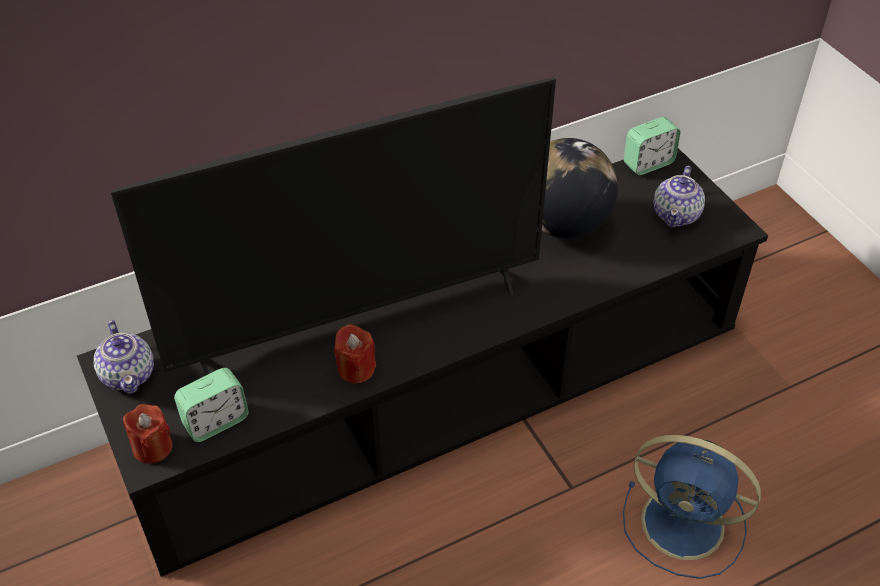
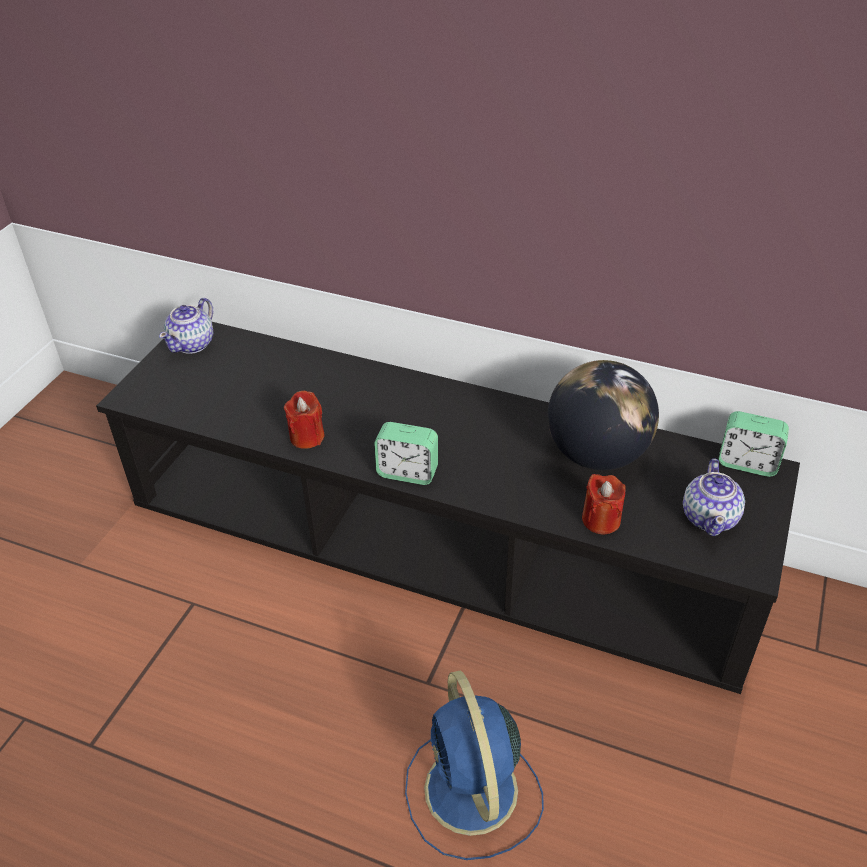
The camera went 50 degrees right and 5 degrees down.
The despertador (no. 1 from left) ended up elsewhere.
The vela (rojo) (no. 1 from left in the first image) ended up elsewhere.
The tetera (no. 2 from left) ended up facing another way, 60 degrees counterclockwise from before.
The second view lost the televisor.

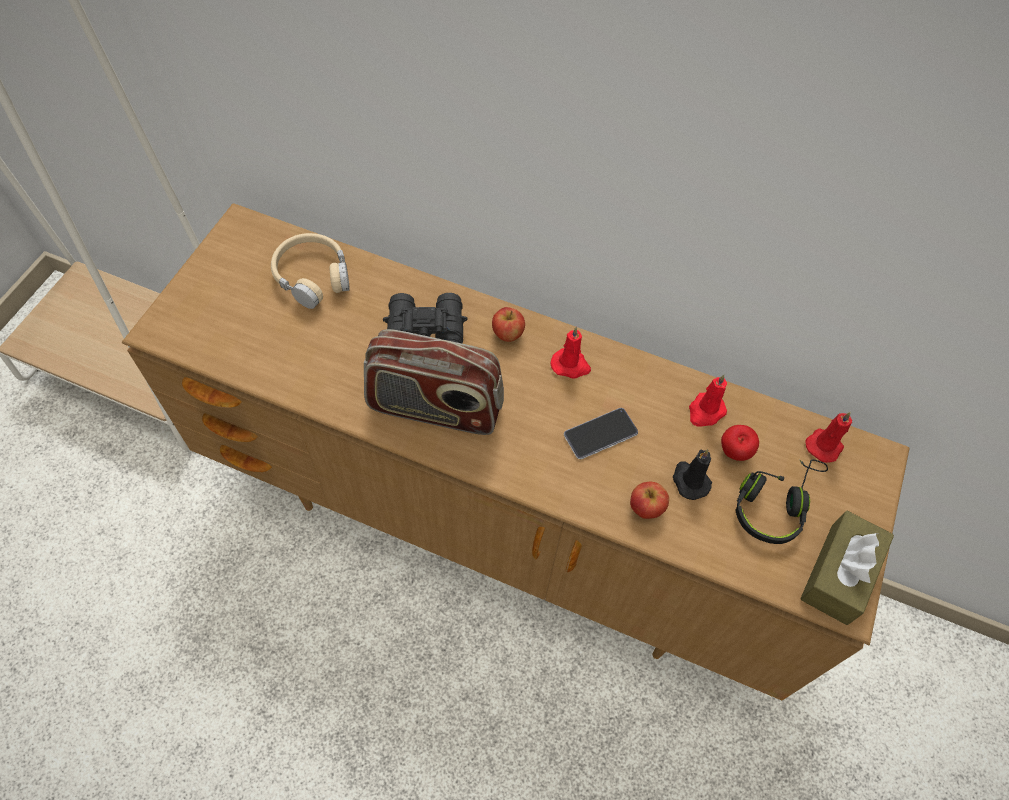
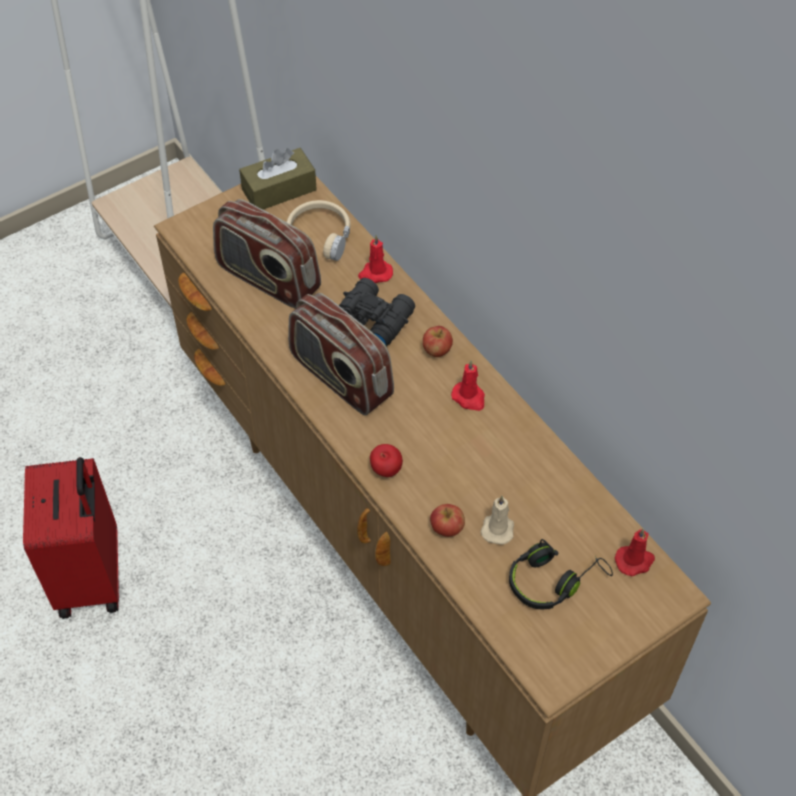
The camera went 35 degrees right and 5 degrees down.
The second view gained the maleta (rojo).
The second view gained the radio (no. 1 from left).
The caja de pañuelos (marrón) ended up elsewhere.
The vela (rojo) (no. 2 from left in the first image) ended up elsewhere.
The manzana (no. 3 from left in the first image) ended up elsewhere.
What was the vela (negro) turned into the vela (beis).
The second view lost the móvil.

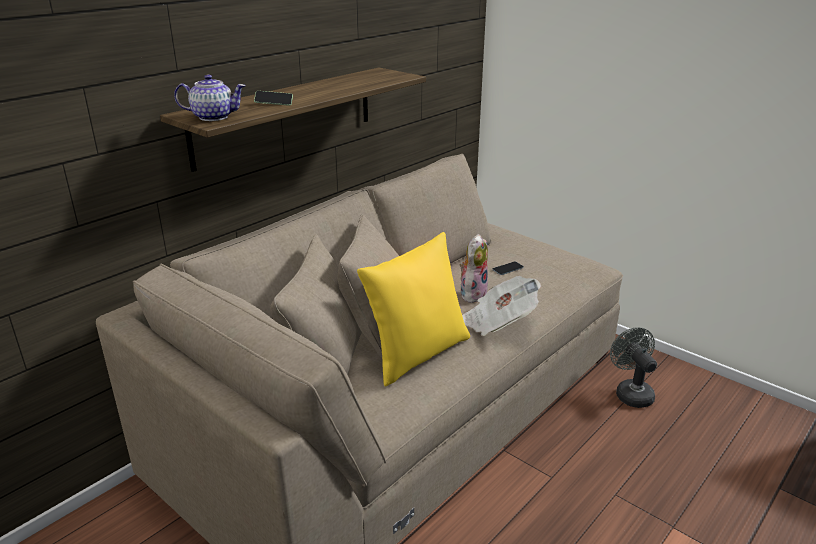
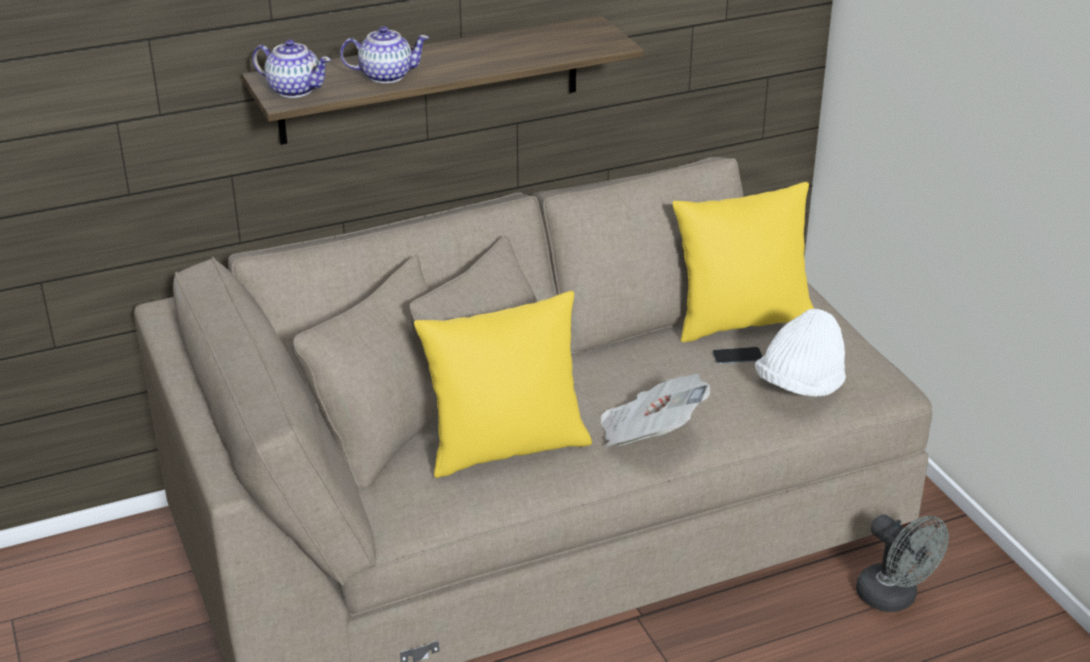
The camera went 25 degrees right and 5 degrees up.
Where the móvil (no. 1 from left) stood, the tetera (no. 2 from left) came to stand.
The second view gained the cojín (amarillo) (no. 2 from left).
The second view gained the sombrero (blanco).
The ventilador (gris) ended up facing another way, 135 degrees clockwise from before.
The second view lost the peluche.

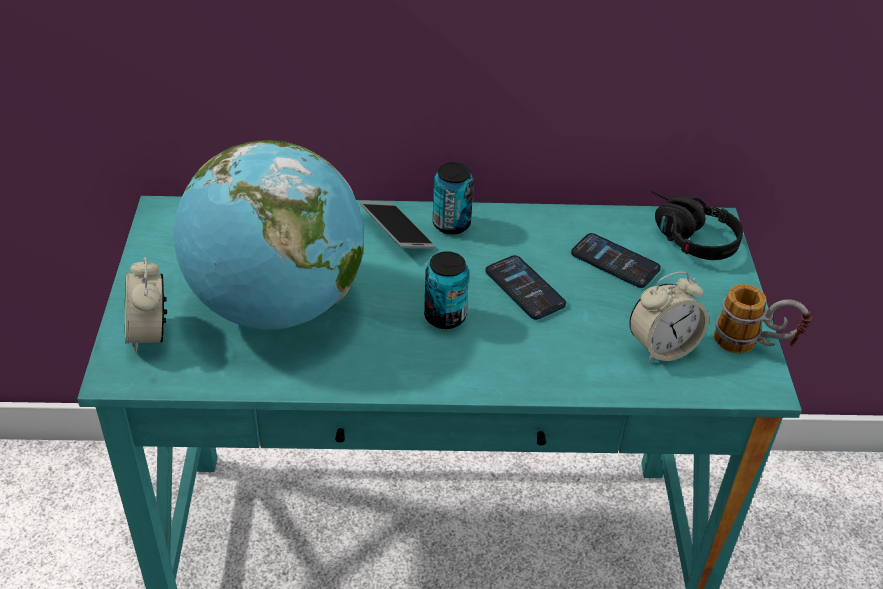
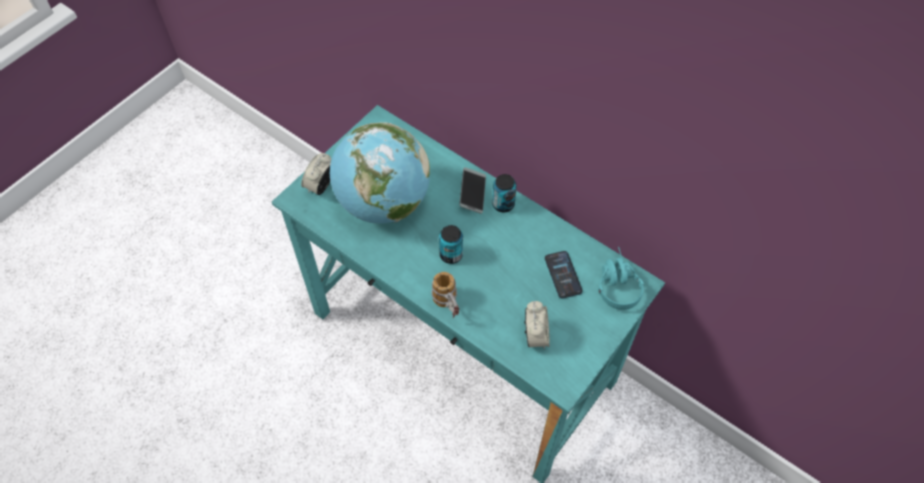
The camera went 40 degrees right and 15 degrees up.
The taza grande ended up elsewhere.
The despertador (no. 2 from left) ended up facing another way, 105 degrees counterclockwise from before.
What was the auriculares (negro) turned into the auriculares (turquesa).
The second view lost the móvil (no. 2 from left).

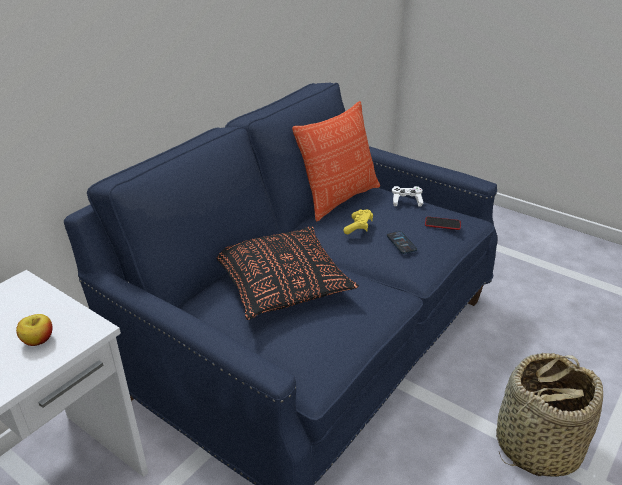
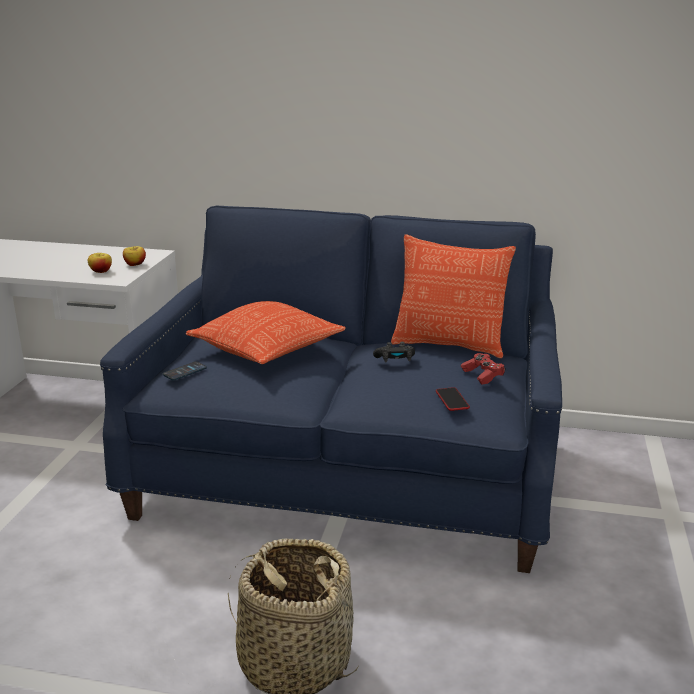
The camera went 65 degrees right and 10 degrees down.
The second view gained the manzana (no. 2 from left).
The móvil (no. 1 from left) ended up elsewhere.
What was the cojín (negro) turned into the cojín (naranja) (no. 1 from left).
What was the mando de consola (amarillo) turned into the mando de consola (negro).
What was the mando de consola (blanco) turned into the mando de consola (rojo).

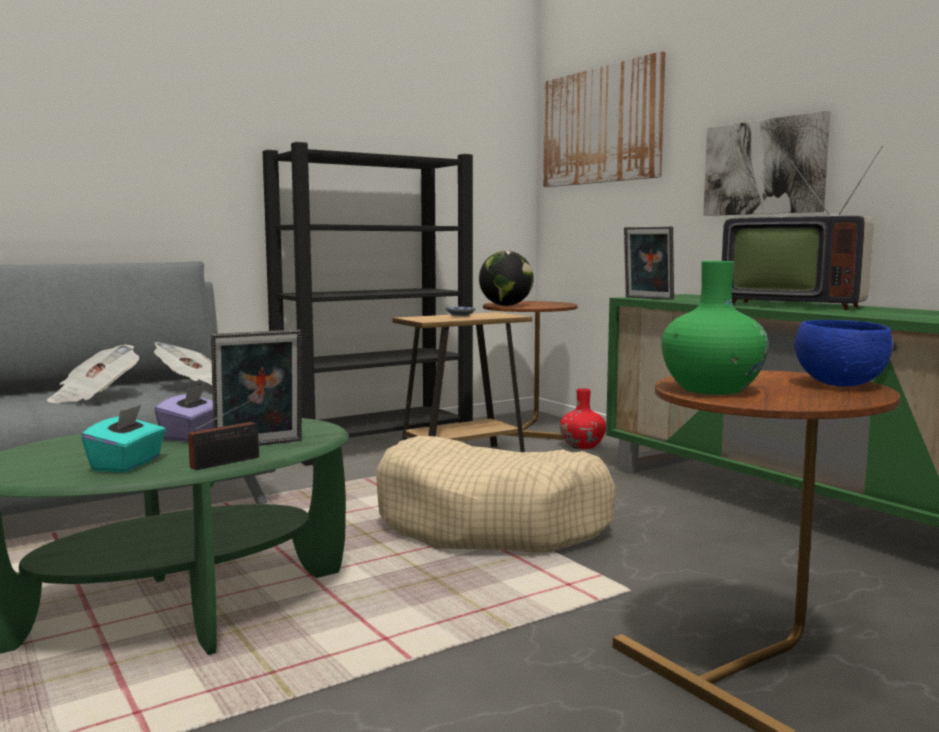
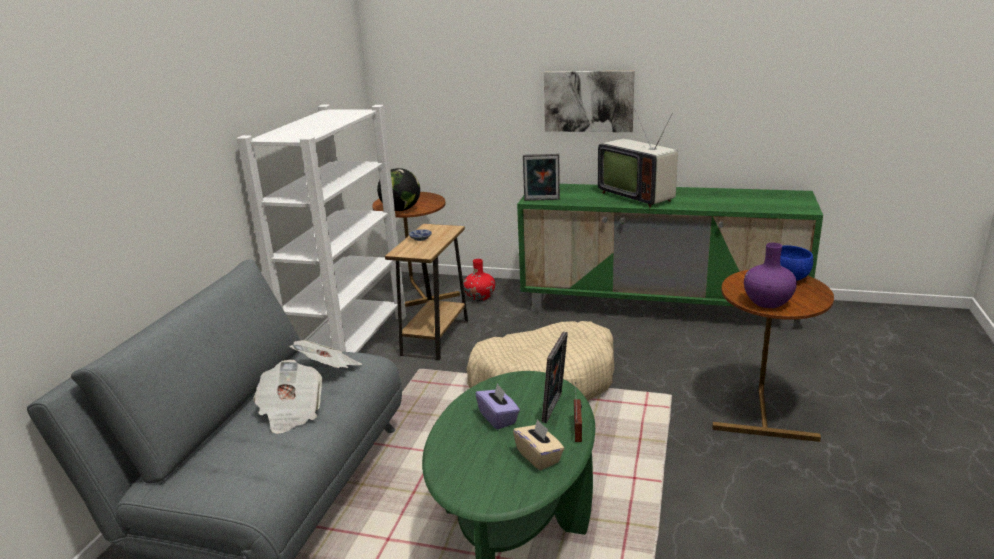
The camera went 40 degrees left and 15 degrees up.
What was the estantería (negro) turned into the estantería (blanco).
What was the caja de pañuelos (turquesa) turned into the caja de pañuelos (beis).
The televisor ended up facing another way, 60 degrees clockwise from before.
What was the florero (verde) turned into the florero (morado).
The second view lost the cuadro (no. 1 from left).

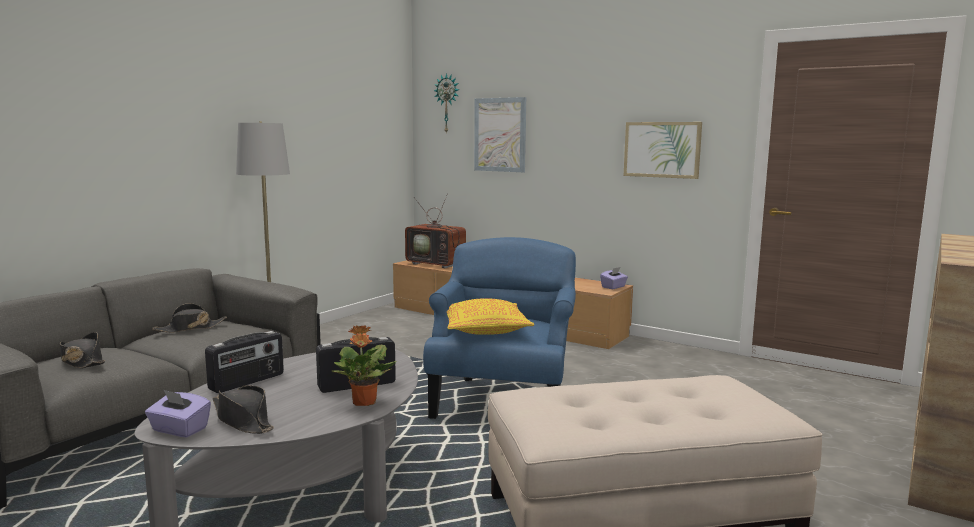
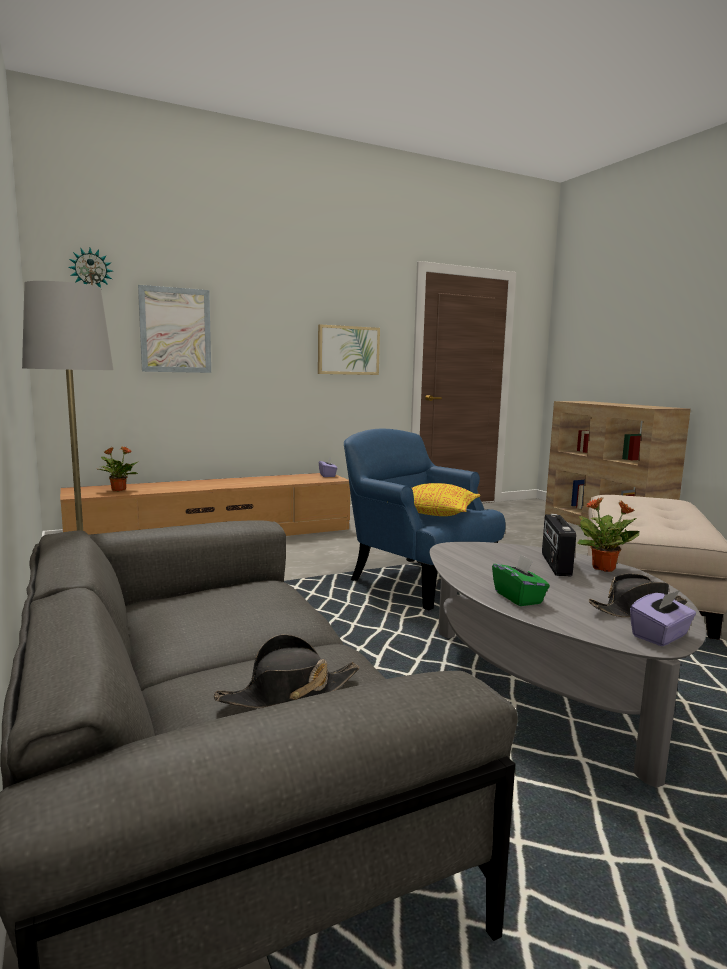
The camera went 60 degrees left and 0 degrees up.
Where the televisor stood, the planta en maceta (no. 1 from left) came to stand.
Where the radio (no. 1 from left) stood, the caja de pañuelos (verde) came to stand.
The second view lost the sombrero (negro) (no. 2 from left).

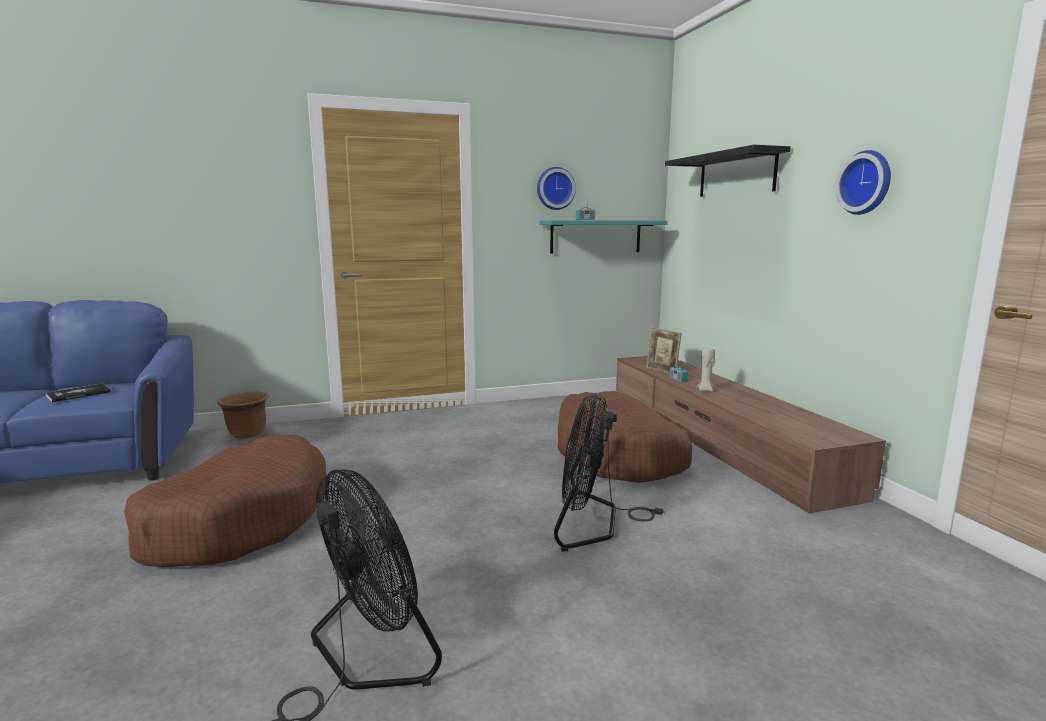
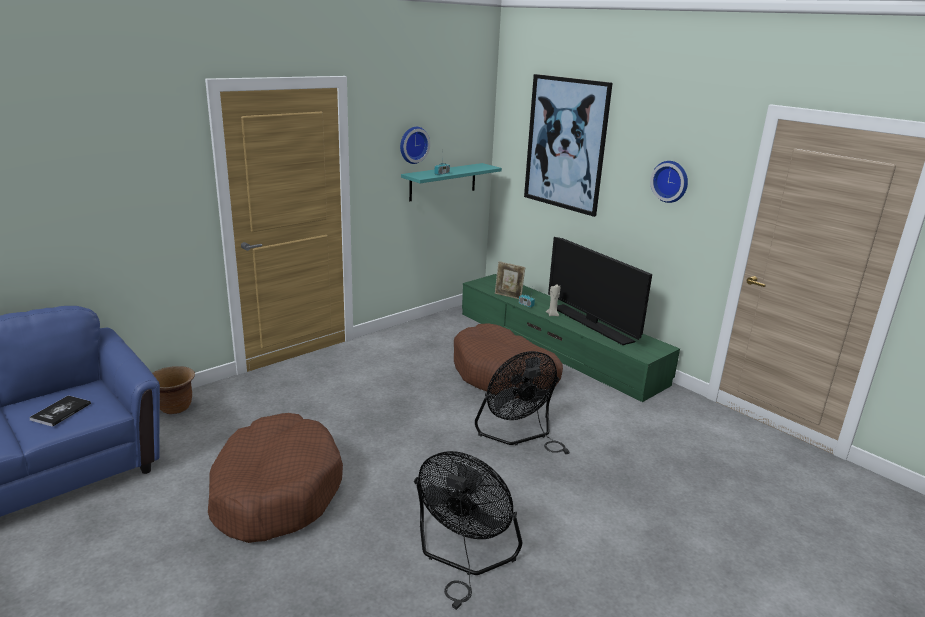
The camera went 25 degrees left and 10 degrees up.
What was the mueble de televisión (marrón) turned into the mueble de televisión (verde).
The ventilador (negro) (no. 2 from left) ended up facing another way, 75 degrees clockwise from before.
Where the estante (negro) hung, the cuadro came to hang.
The second view gained the televisor.

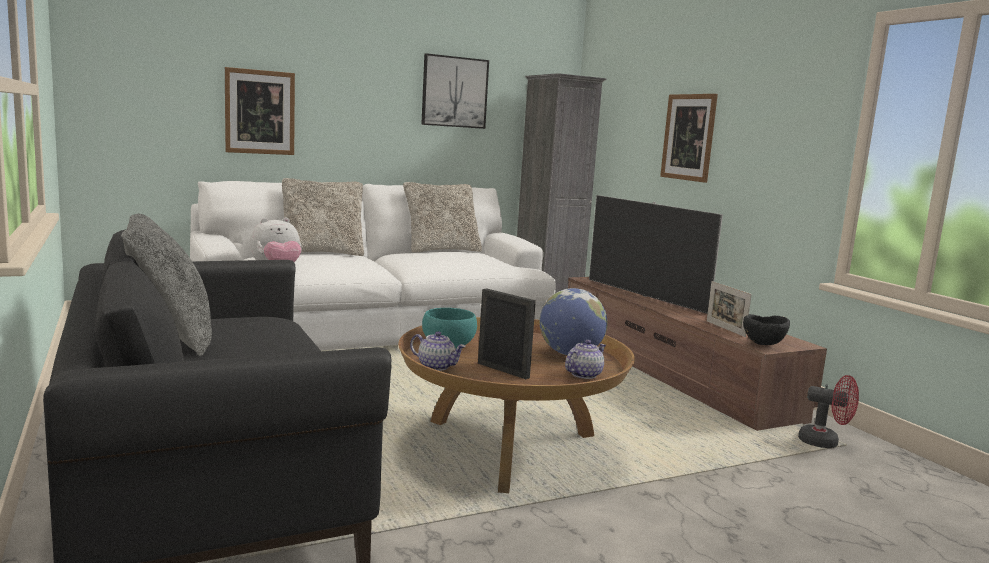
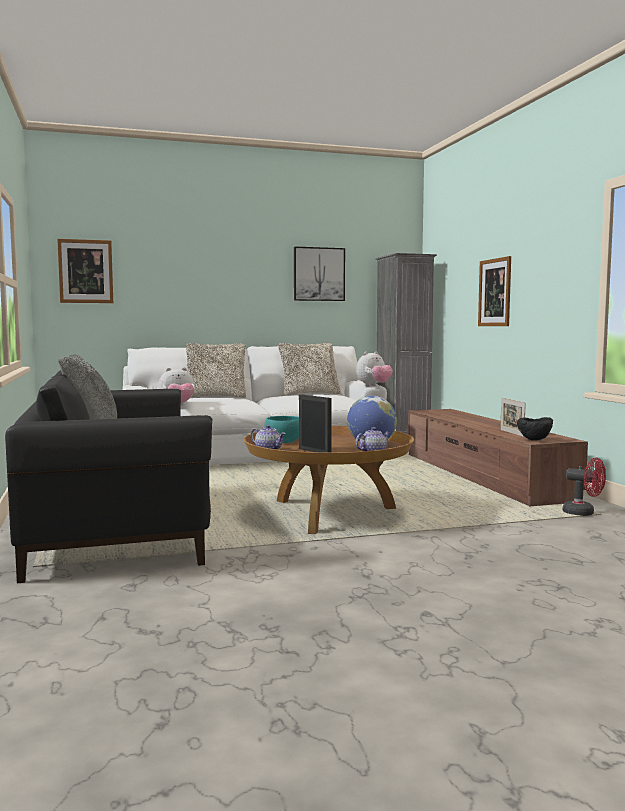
The camera went 10 degrees right and 5 degrees down.
The cuadro (no. 1 from left) ended up elsewhere.
The second view gained the peluche (no. 2 from left).
The second view lost the televisor.

